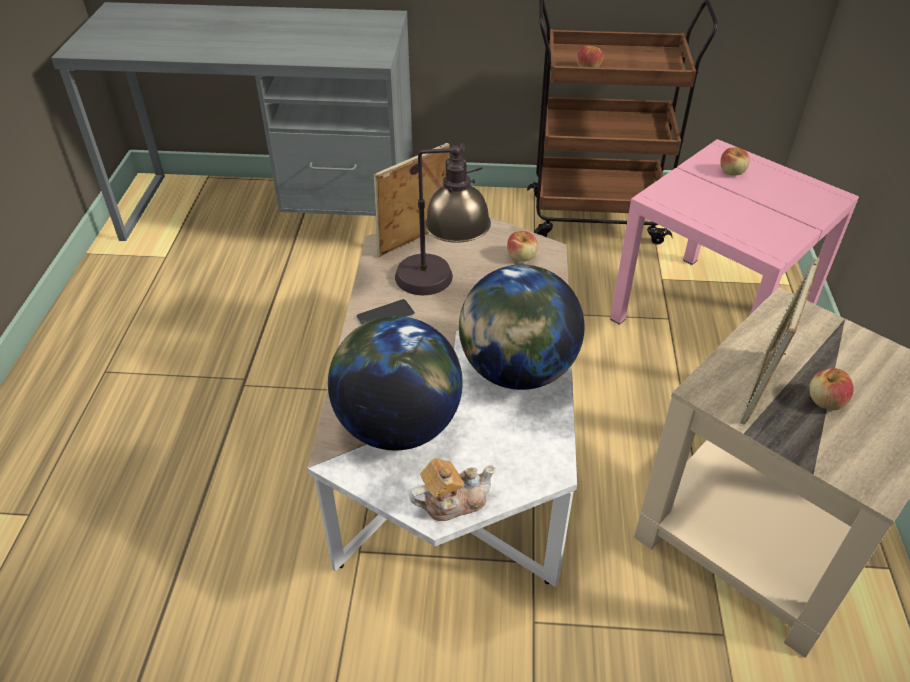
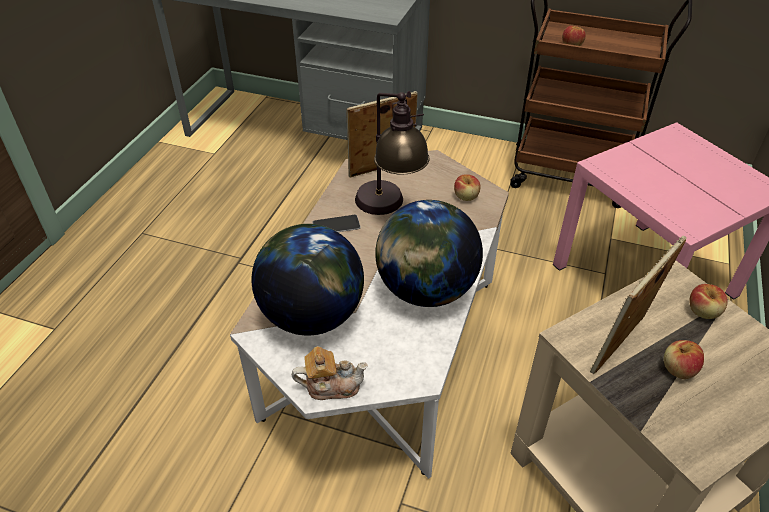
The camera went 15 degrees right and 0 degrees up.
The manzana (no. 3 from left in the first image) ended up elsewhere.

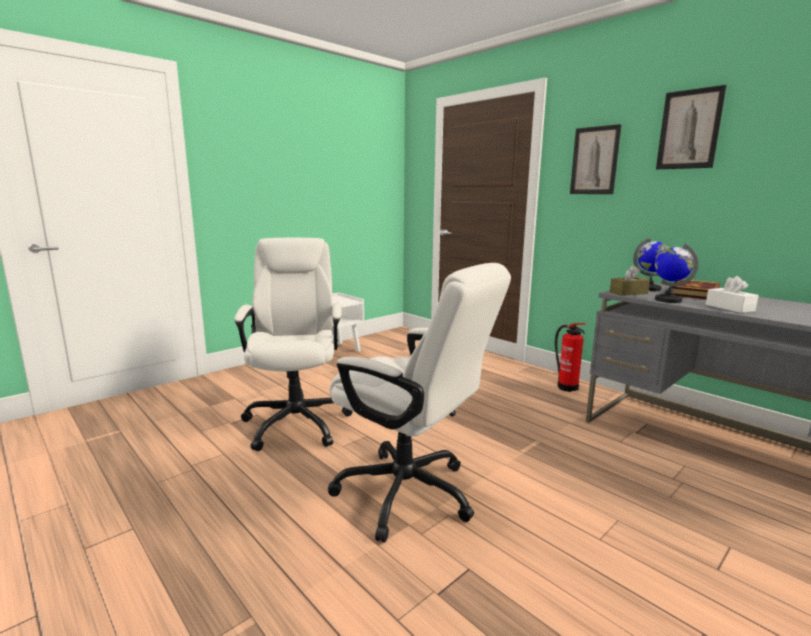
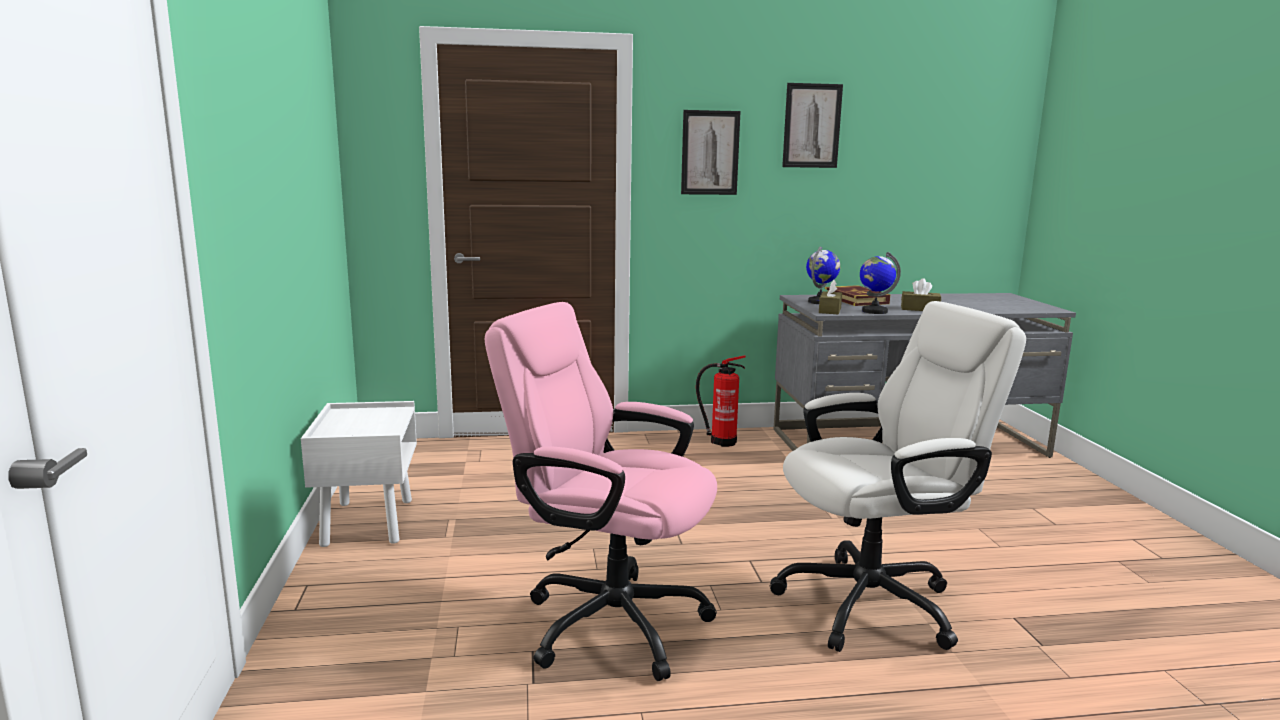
The camera went 55 degrees left and 0 degrees up.
What was the silla de oficina (blanco) (no. 1 from left) turned into the silla de oficina (rosa).
What was the caja de pañuelos (blanco) turned into the caja de pañuelos (marrón) (no. 2 from left).

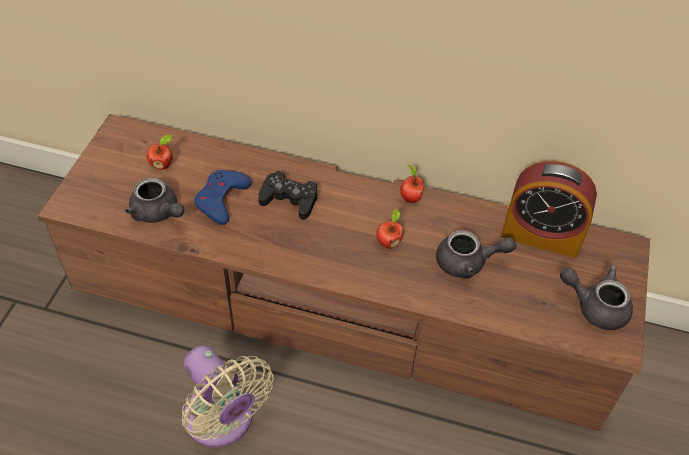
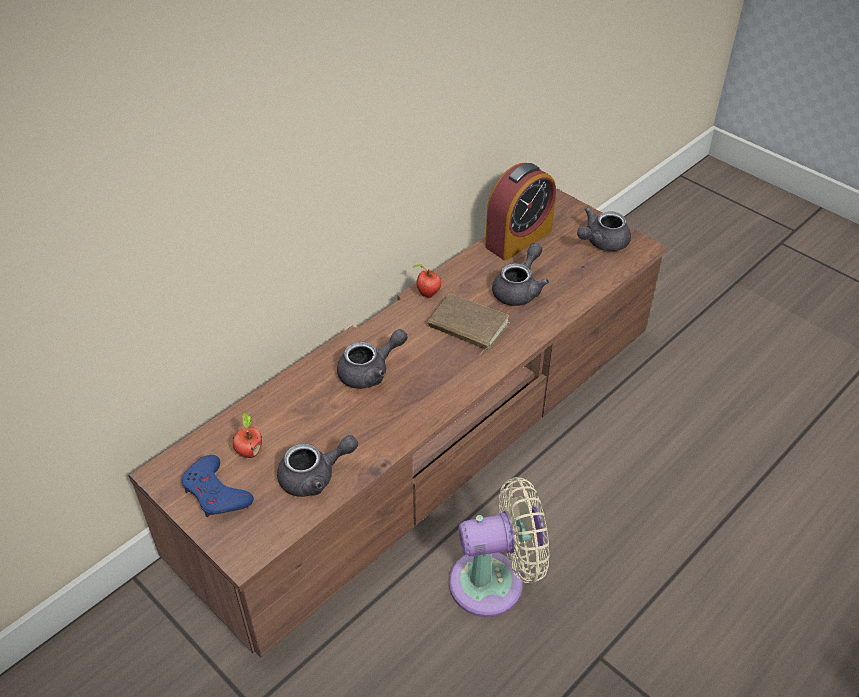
The camera went 60 degrees left and 5 degrees down.
The mando de consola (azul) ended up elsewhere.
Where the mando de consola (negro) stood, the tetera (gris) (no. 2 from left) came to stand.
Where the manzana (no. 2 from left) stood, the libro (marrón) came to stand.

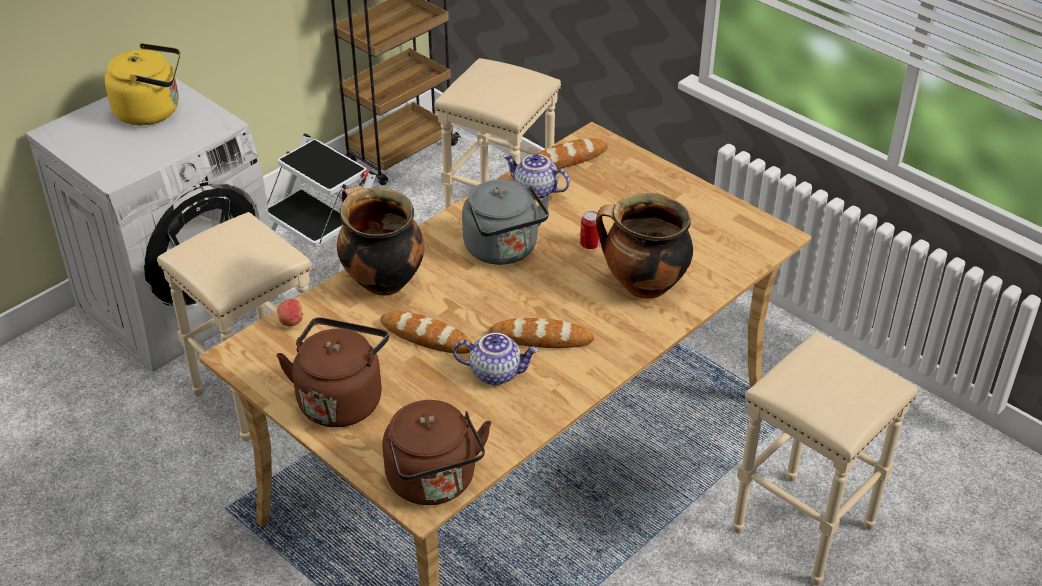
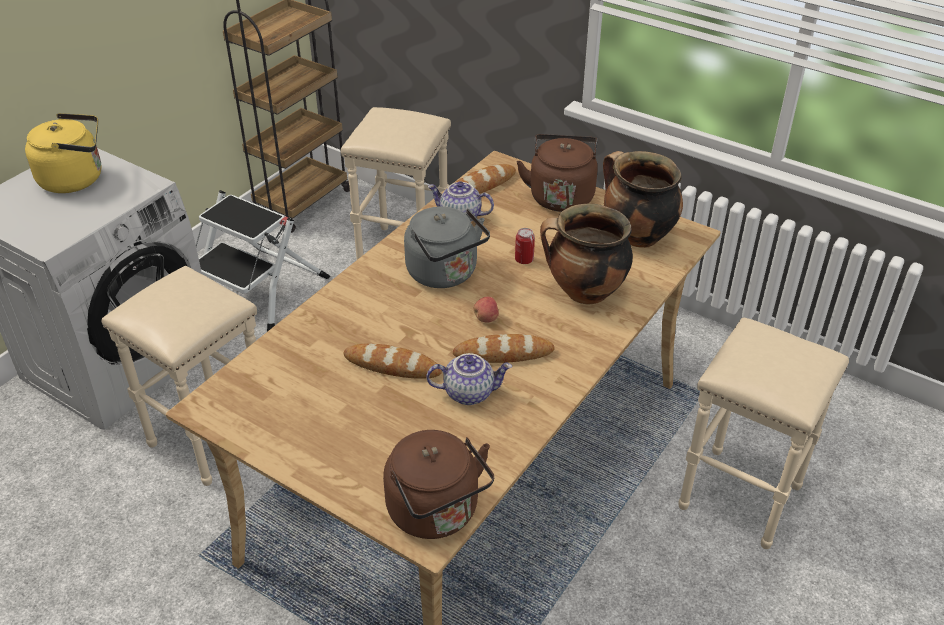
The camera went 10 degrees left and 0 degrees up.
The manzana ended up elsewhere.
The hervidor (marrón) (no. 1 from left in the first image) ended up elsewhere.
The olla (no. 1 from left in the first image) ended up elsewhere.

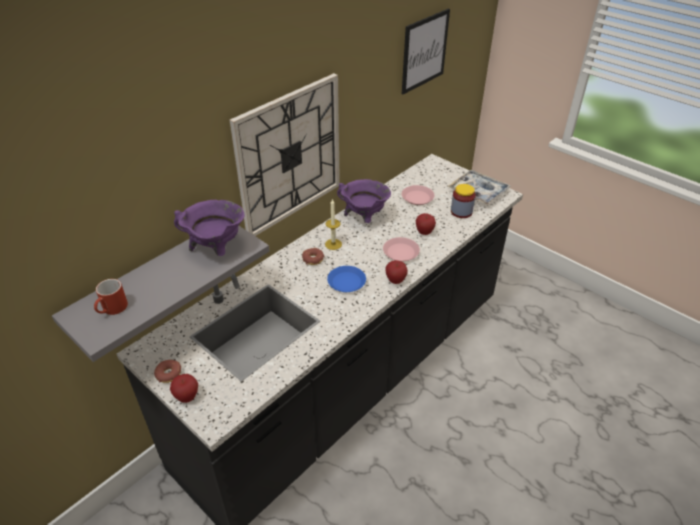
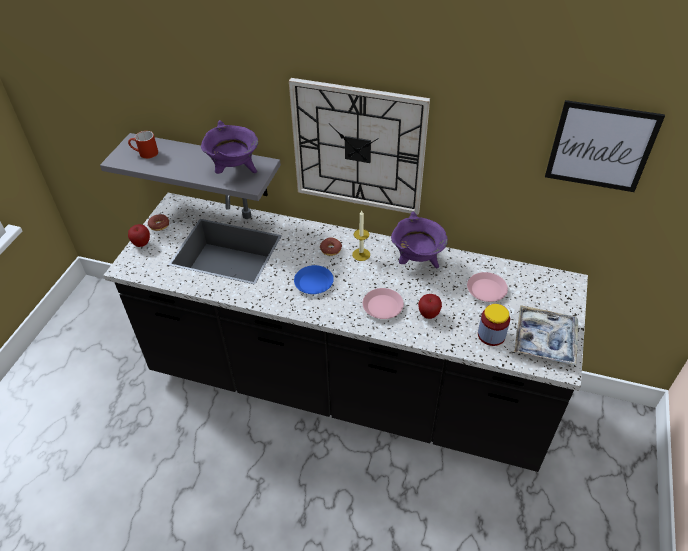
The camera went 65 degrees right and 5 degrees up.
The second view lost the manzana (no. 2 from left).

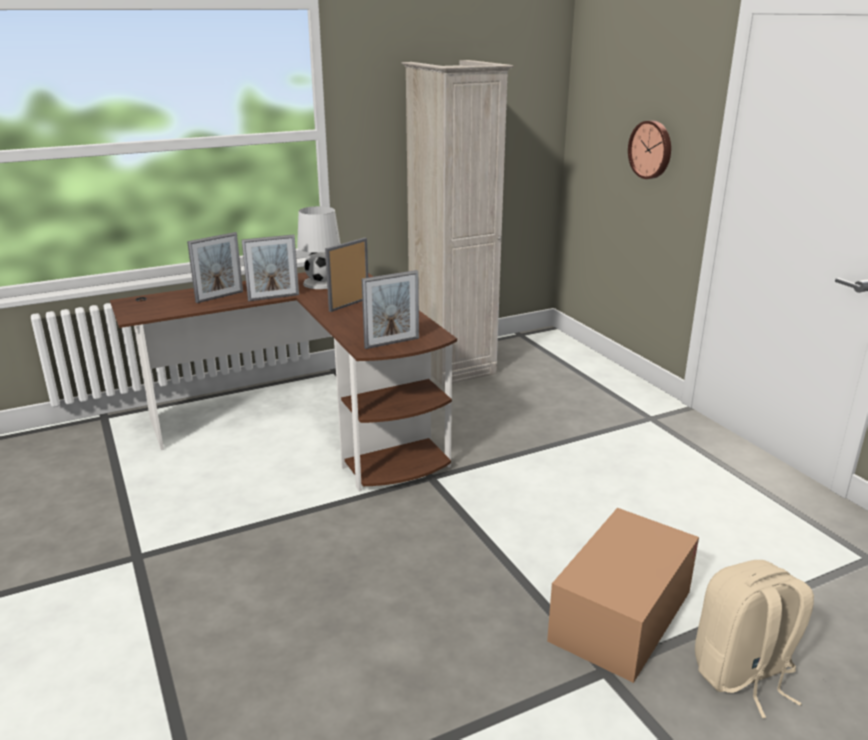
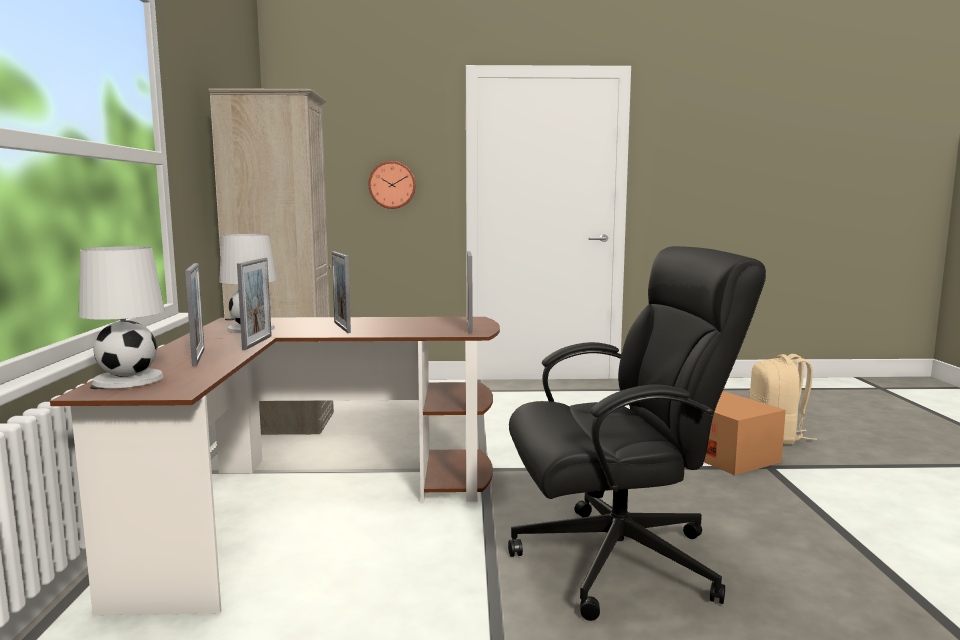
The camera went 65 degrees left and 15 degrees down.
The second view gained the lámpara de mesa (blanco) (no. 1 from left).
The second view gained the silla de oficina (negro).

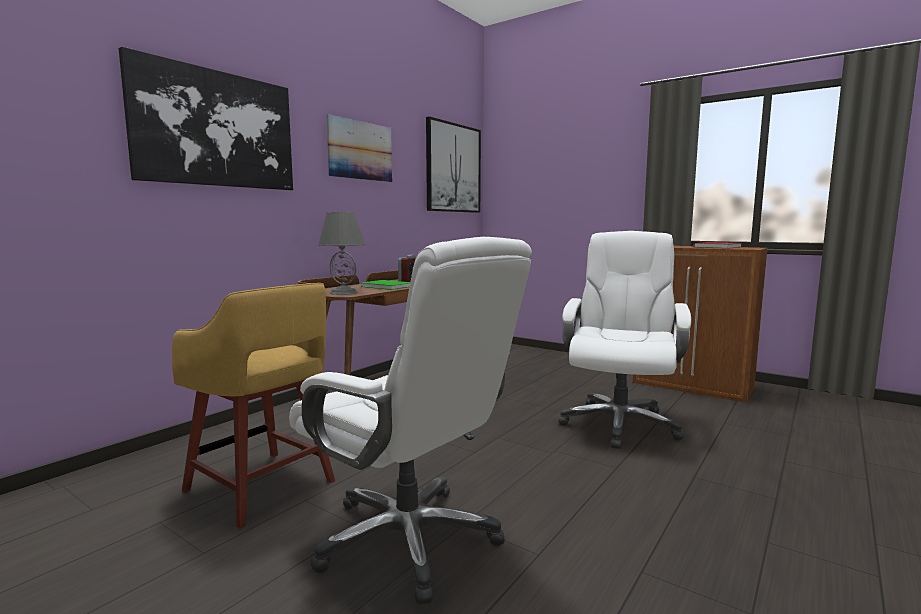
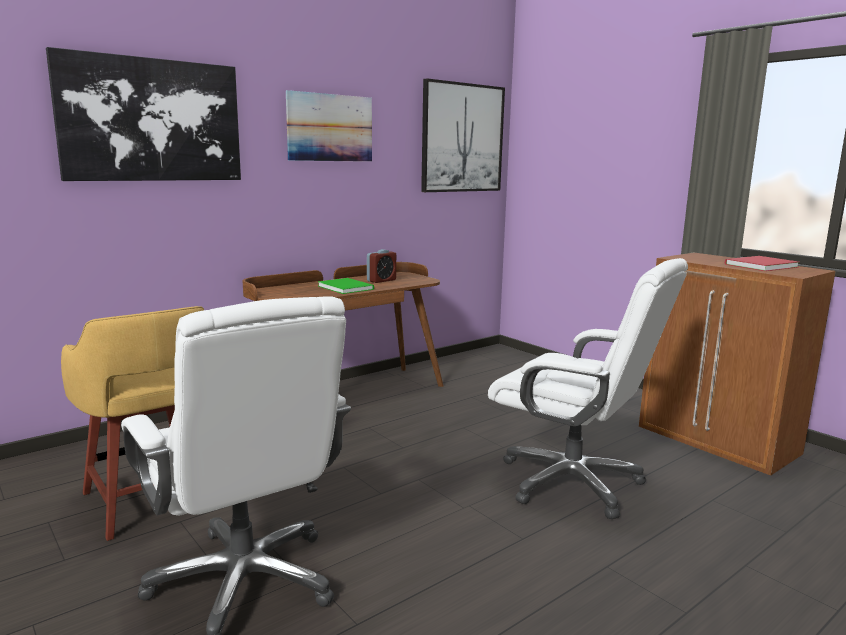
The camera went 15 degrees right and 5 degrees up.
The silla de oficina (blanco) (no. 2 from left) ended up facing another way, 90 degrees clockwise from before.
The second view lost the lámpara de mesa (gris).

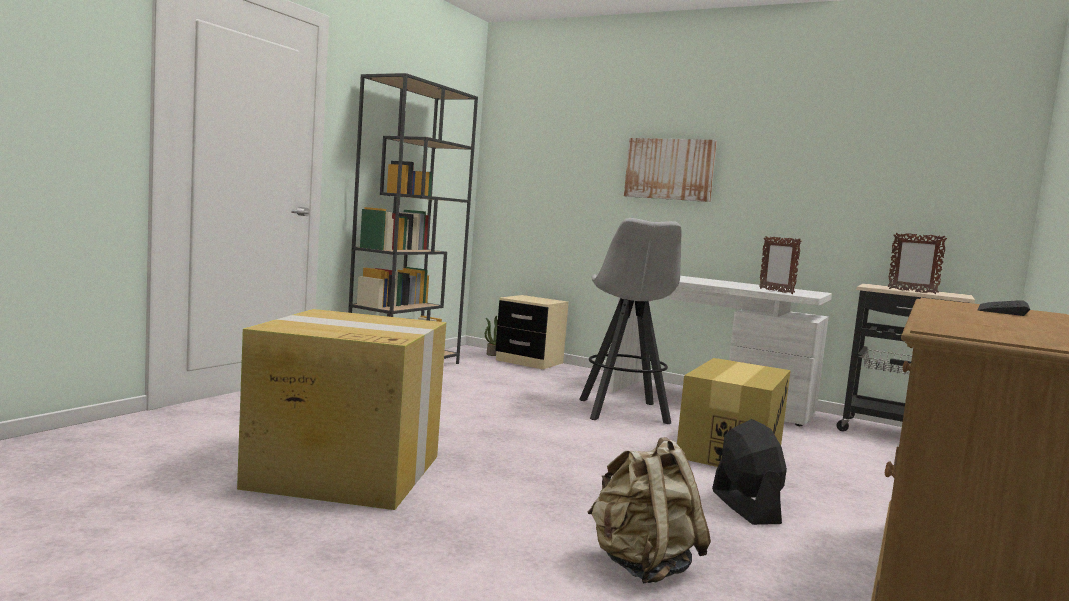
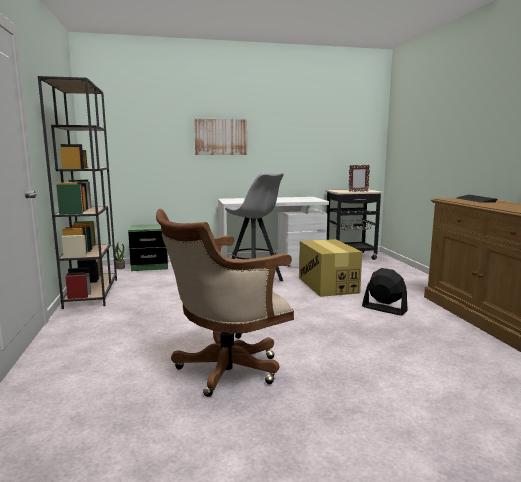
The camera went 40 degrees left and 5 degrees up.
What was the mesita de noche (beis) turned into the mesita de noche (verde).
Where the caja de cartón (no. 1 from left) stood, the silla de oficina came to stand.
The second view lost the mochila (beis).
The second view lost the portarretratos (no. 1 from left).

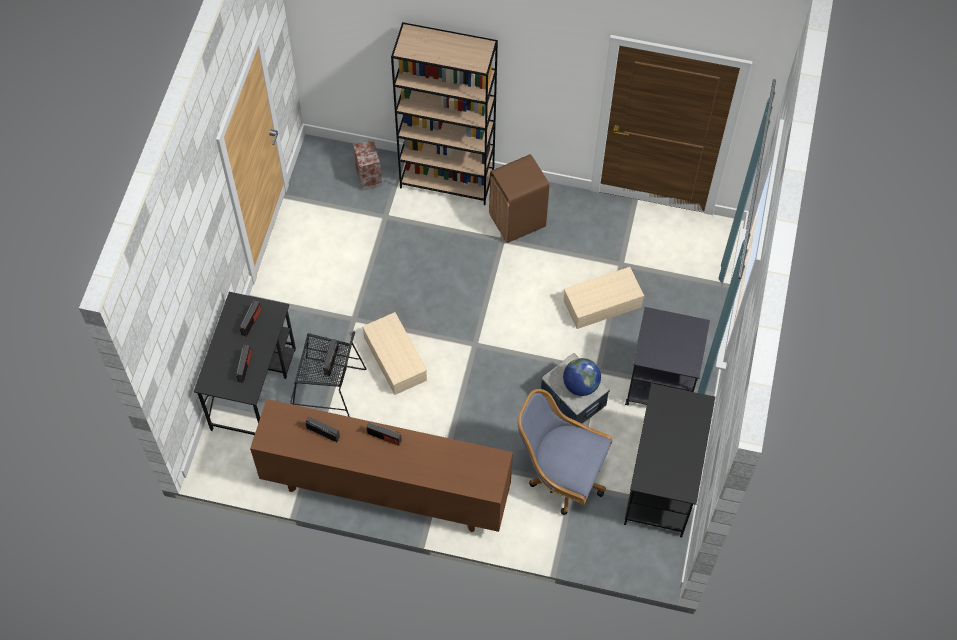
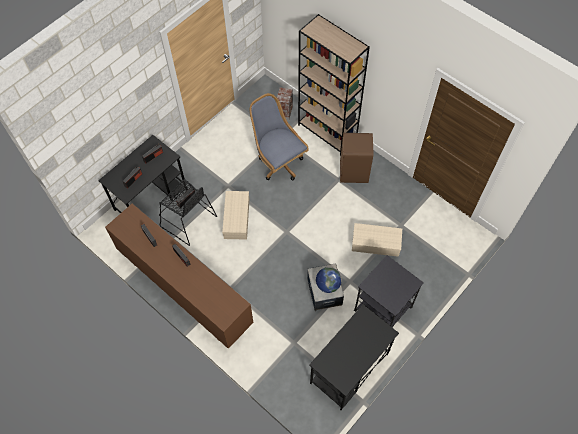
The camera went 30 degrees right and 0 degrees up.
The silla de oficina (azul) ended up elsewhere.

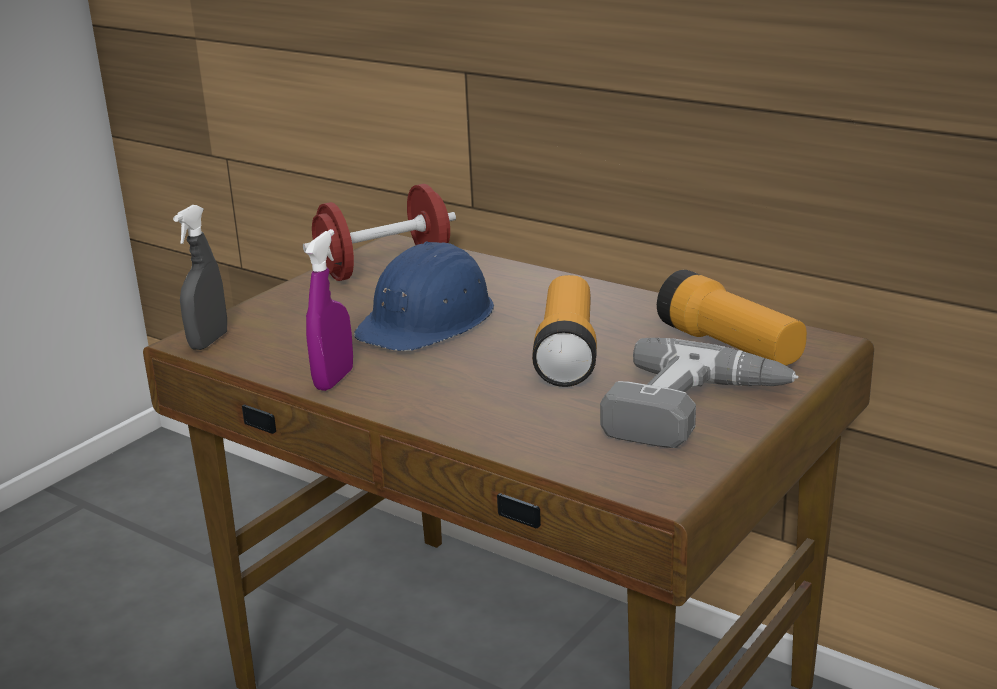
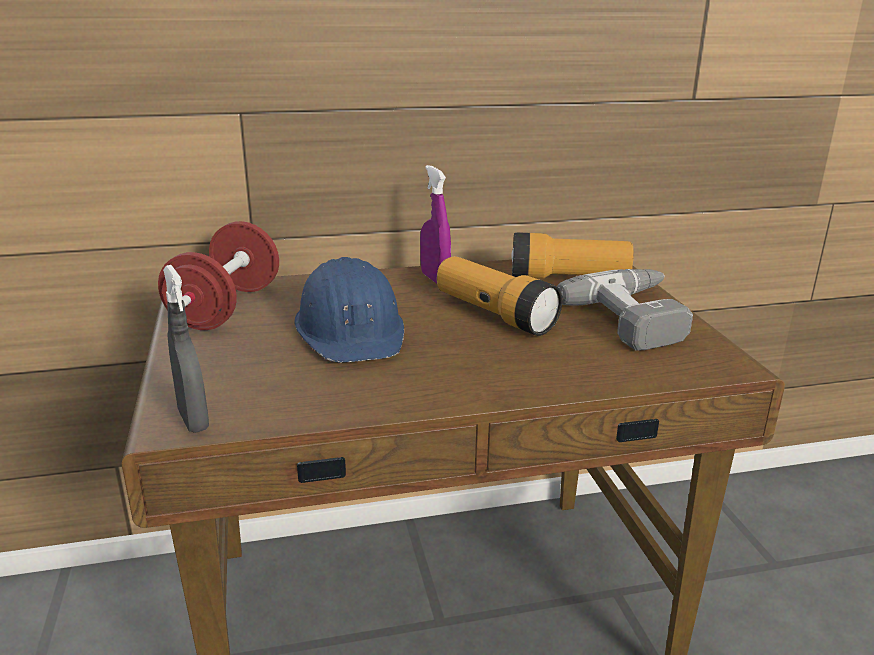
The camera went 50 degrees left and 0 degrees up.
The pulverizador (morado) ended up elsewhere.

